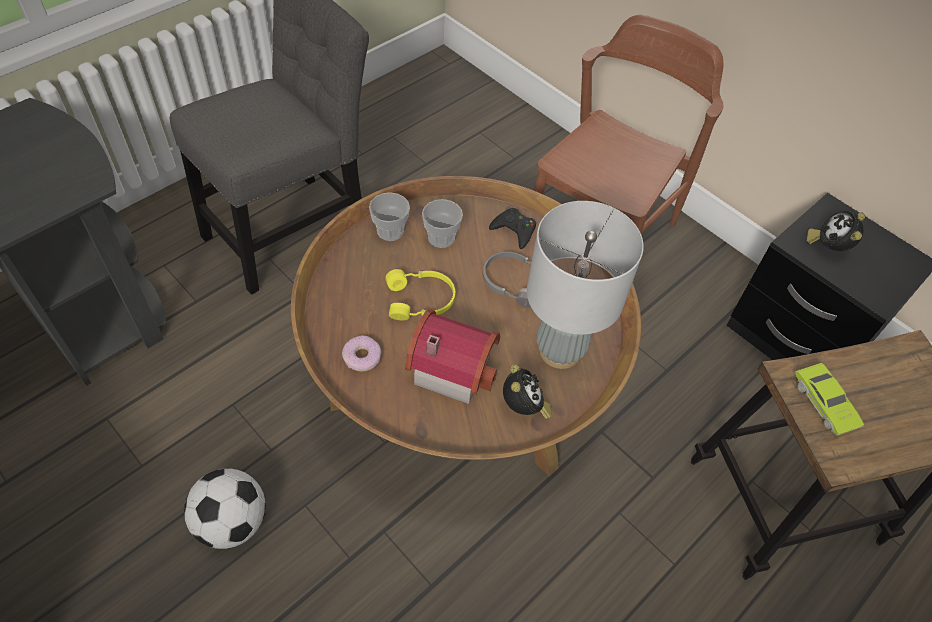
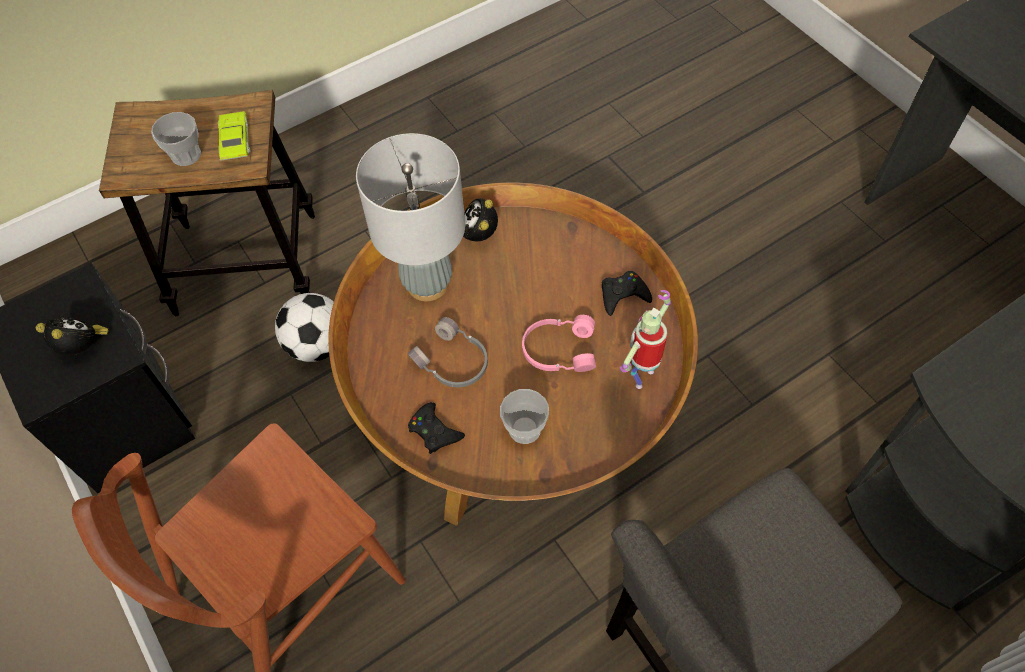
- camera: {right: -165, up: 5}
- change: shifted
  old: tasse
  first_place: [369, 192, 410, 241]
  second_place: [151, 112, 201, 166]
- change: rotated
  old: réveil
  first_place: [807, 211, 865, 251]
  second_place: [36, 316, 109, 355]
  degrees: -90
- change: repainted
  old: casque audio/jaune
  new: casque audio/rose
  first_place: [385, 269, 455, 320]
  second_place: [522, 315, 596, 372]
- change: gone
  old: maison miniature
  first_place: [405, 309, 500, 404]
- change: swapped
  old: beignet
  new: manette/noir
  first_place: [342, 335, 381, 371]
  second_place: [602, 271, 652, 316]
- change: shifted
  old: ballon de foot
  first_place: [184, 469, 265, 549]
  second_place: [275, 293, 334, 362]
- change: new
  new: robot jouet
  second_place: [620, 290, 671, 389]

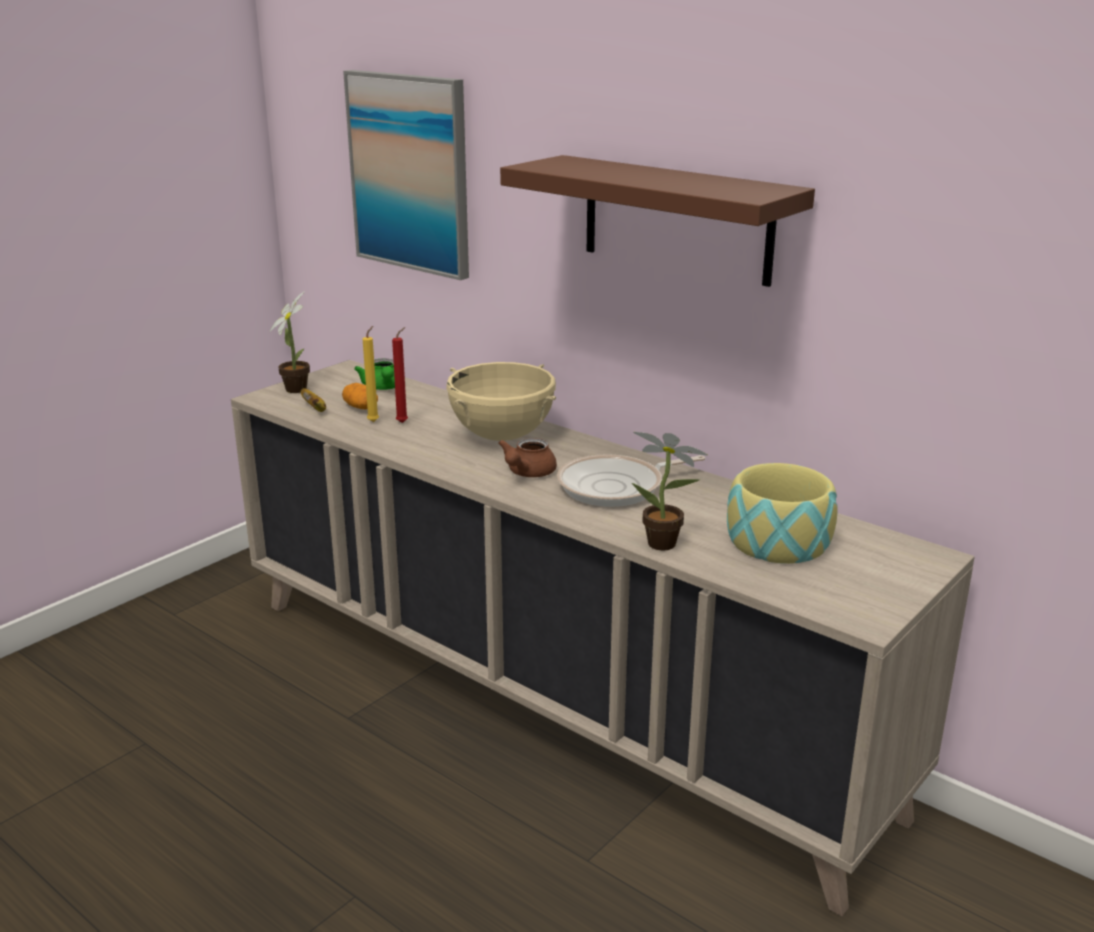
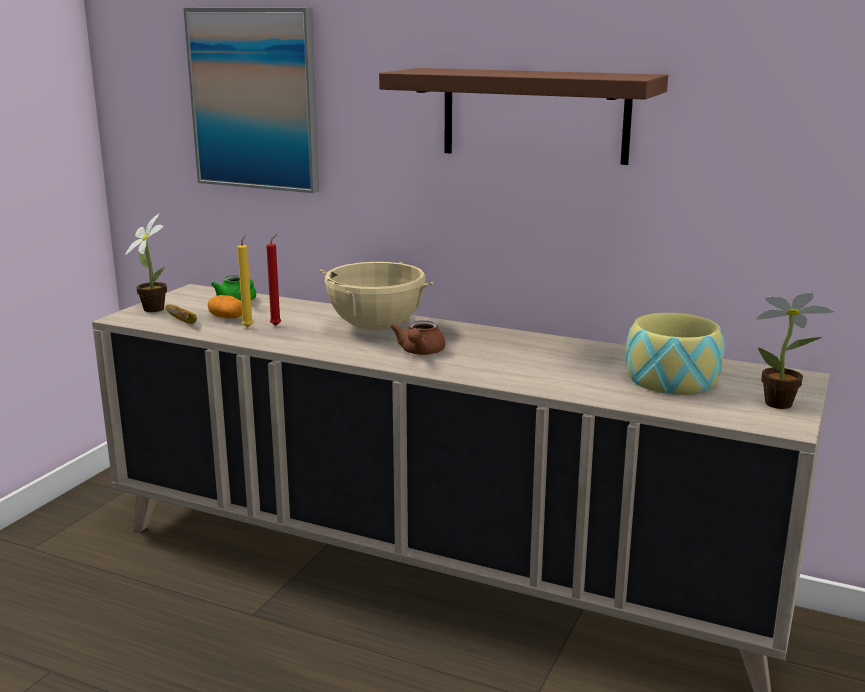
- camera: {right: -15, up: -5}
- change: shifted
  old: plante en pot
  first_place: [632, 432, 707, 551]
  second_place: [756, 293, 834, 409]
- change: gone
  old: poêle
  first_place: [557, 454, 705, 507]

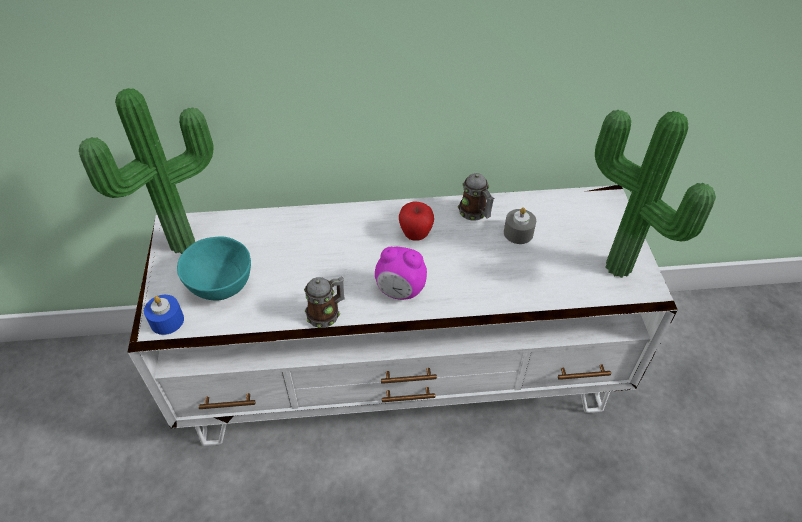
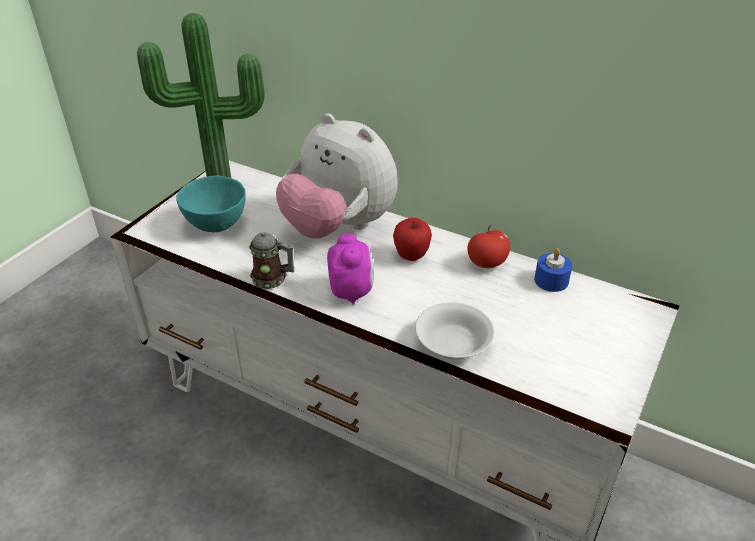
- camera: {right: 35, up: -10}
- change: gone
  old: plante en pot
  first_place: [595, 110, 716, 278]
- change: swapped
  old: mug
  new: pomme
  first_place: [458, 173, 494, 221]
  second_place: [467, 225, 510, 268]
- change: gone
  old: bougie/gris
  first_place: [504, 207, 536, 244]
- change: rotated
  old: réveil
  first_place: [375, 247, 427, 300]
  second_place: [327, 234, 374, 305]
  degrees: -150
- change: shifted
  old: bougie/bleu
  first_place: [144, 295, 184, 335]
  second_place: [534, 248, 572, 292]
- change: new
  new: peluche
  second_place: [276, 113, 398, 238]
- change: new
  new: bol/blanc
  second_place: [415, 302, 495, 359]

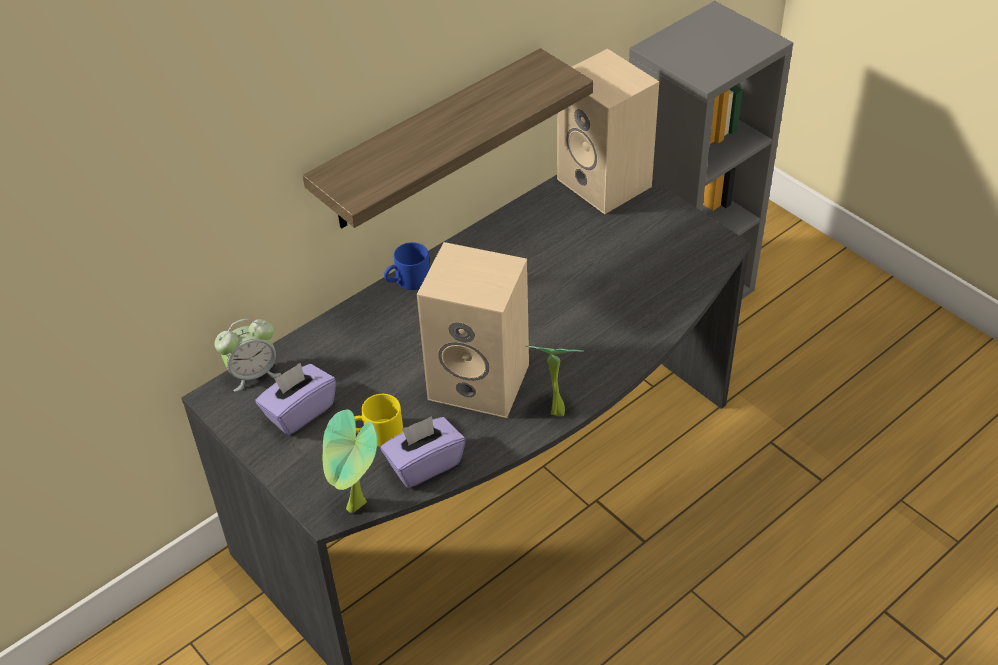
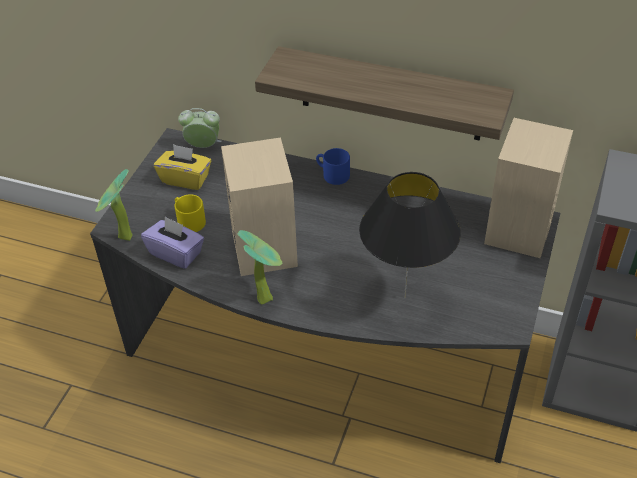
- camera: {right: 60, up: 0}
- change: rotated
  old: réveil
  first_place: [214, 319, 281, 392]
  second_place: [178, 108, 222, 148]
  degrees: 150
- change: repainted
  old: boîte à mouchoirs/violet
  new: boîte à mouchoirs/jaune
  first_place: [255, 363, 336, 435]
  second_place: [154, 144, 211, 190]
- change: new
  new: lampe de table/noir
  second_place: [359, 172, 461, 299]

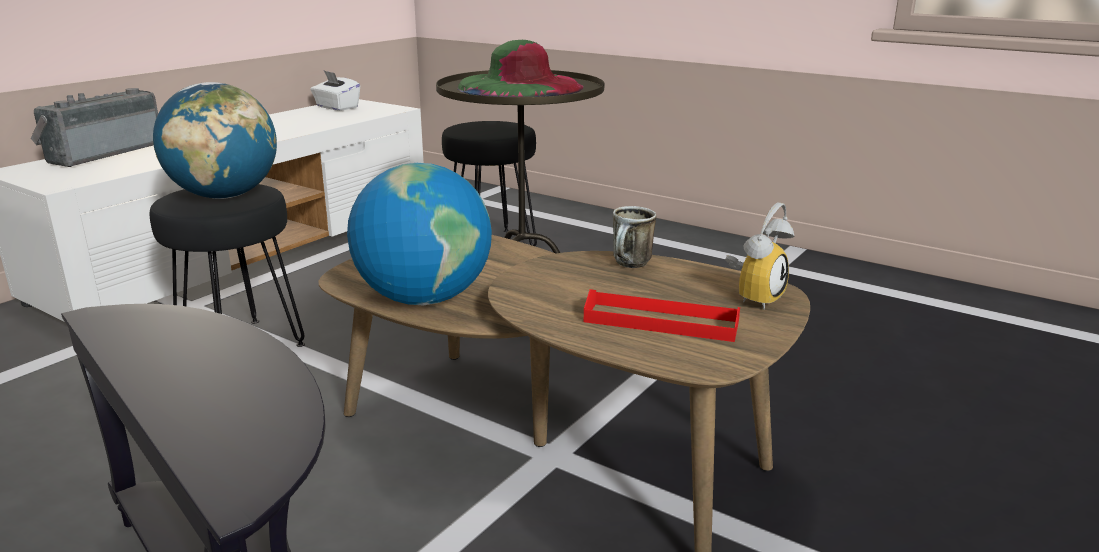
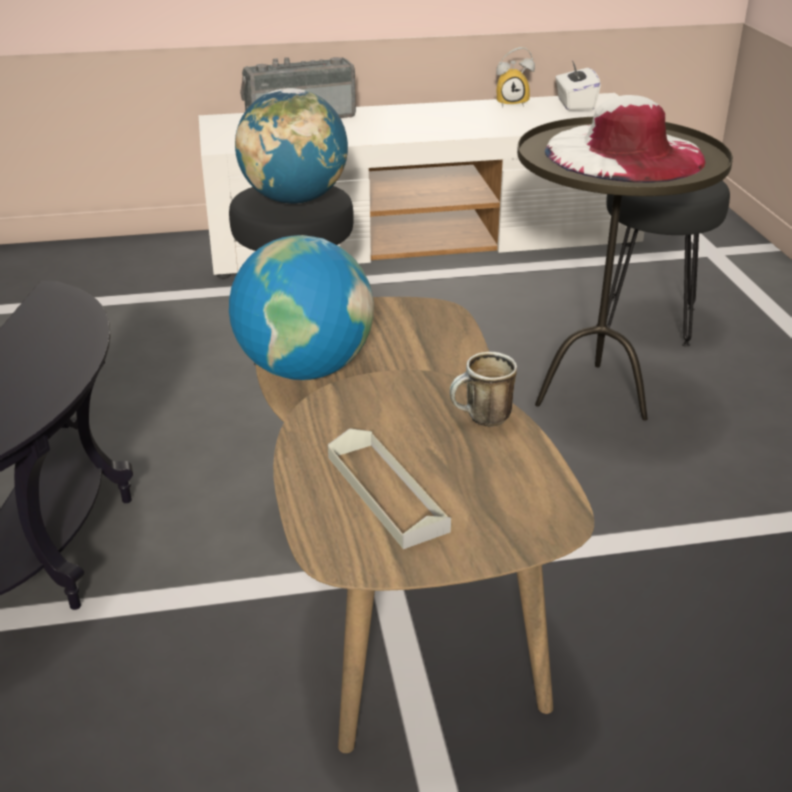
- camera: {right: 45, up: 10}
- change: repainted
  old: chapeau/vert
  new: chapeau/blanc
  first_place: [458, 40, 583, 97]
  second_place: [545, 95, 706, 183]
- change: shifted
  old: réveil
  first_place: [725, 203, 794, 310]
  second_place: [496, 47, 535, 108]
- change: repainted
  old: plateau/rouge
  new: plateau/gris
  first_place: [584, 289, 740, 342]
  second_place: [328, 428, 451, 549]

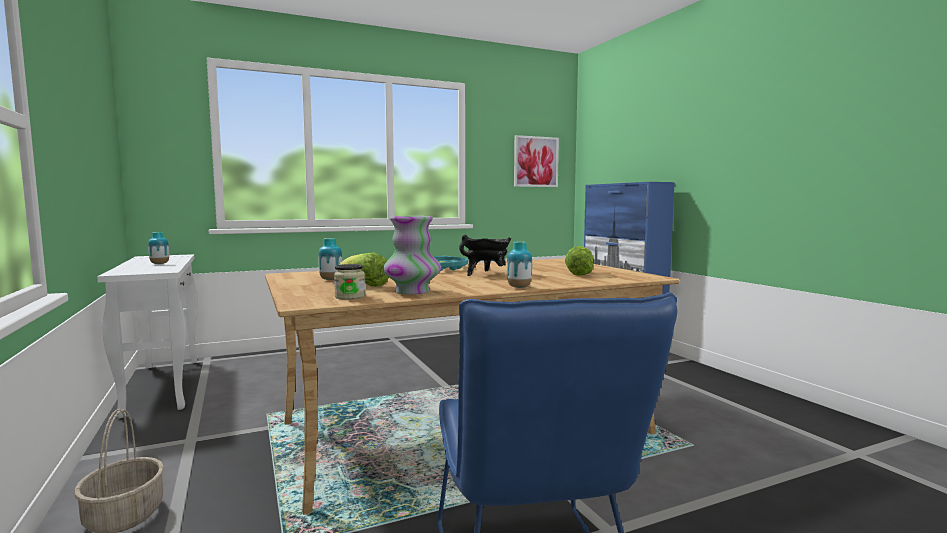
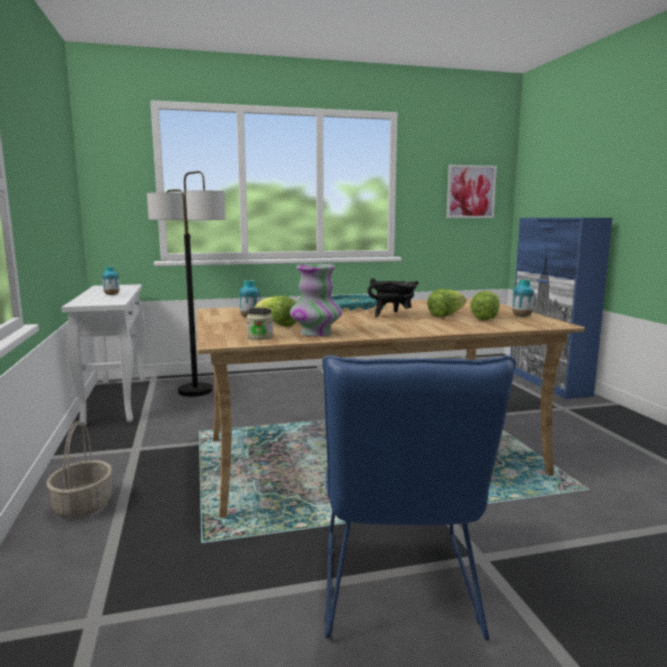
- camera: {right: 10, up: 5}
- change: shifted
  old: vase
  first_place: [507, 242, 532, 288]
  second_place: [512, 279, 534, 317]
- change: new
  new: lampadaire
  second_place: [147, 171, 225, 397]
- change: new
  new: laitue
  second_place: [427, 289, 466, 317]

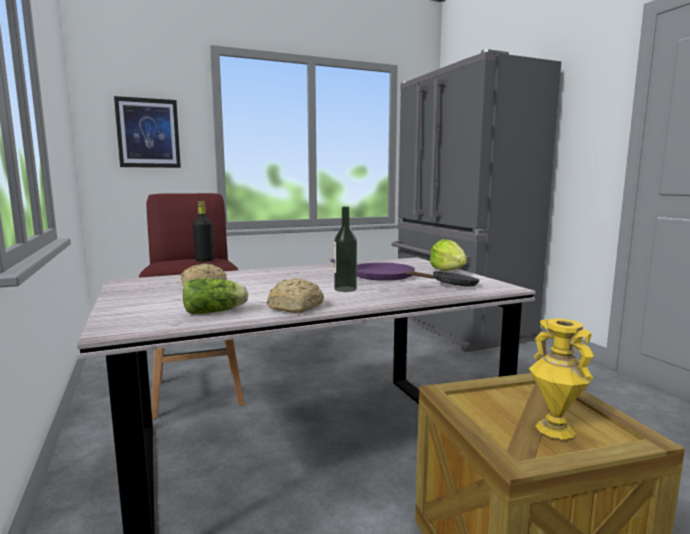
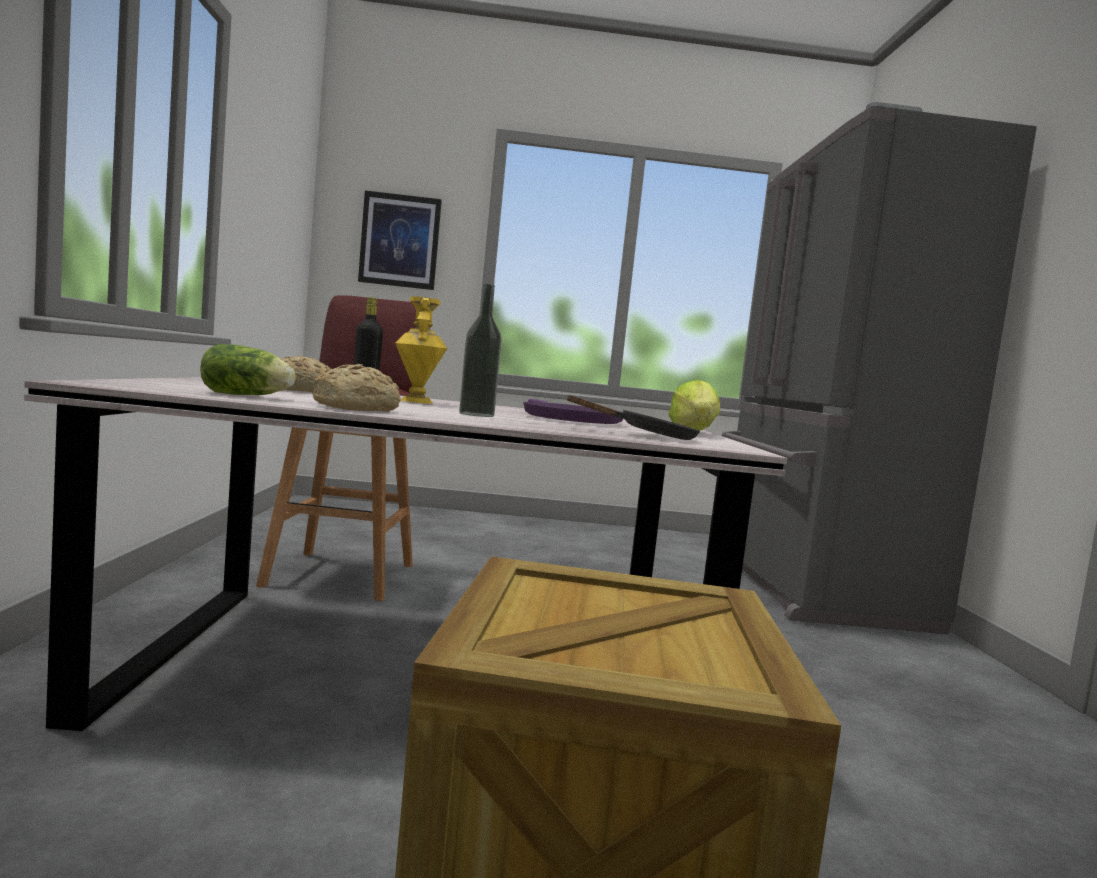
- camera: {right: 20, up: -5}
- change: shifted
  old: vase/jaune
  first_place: [529, 319, 594, 440]
  second_place: [395, 296, 447, 404]

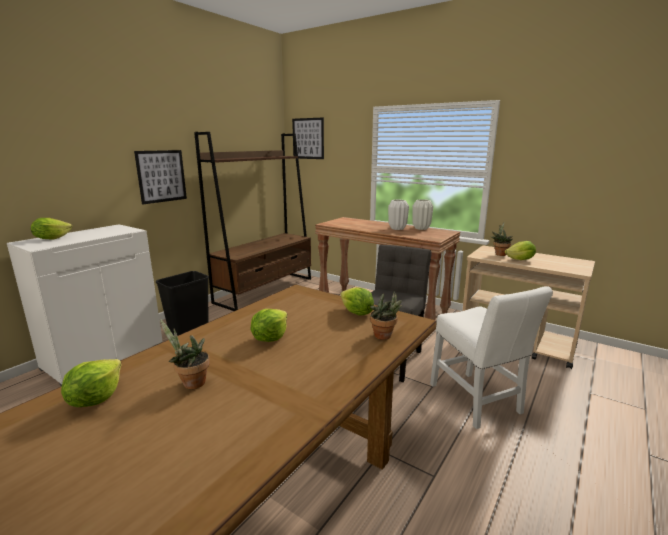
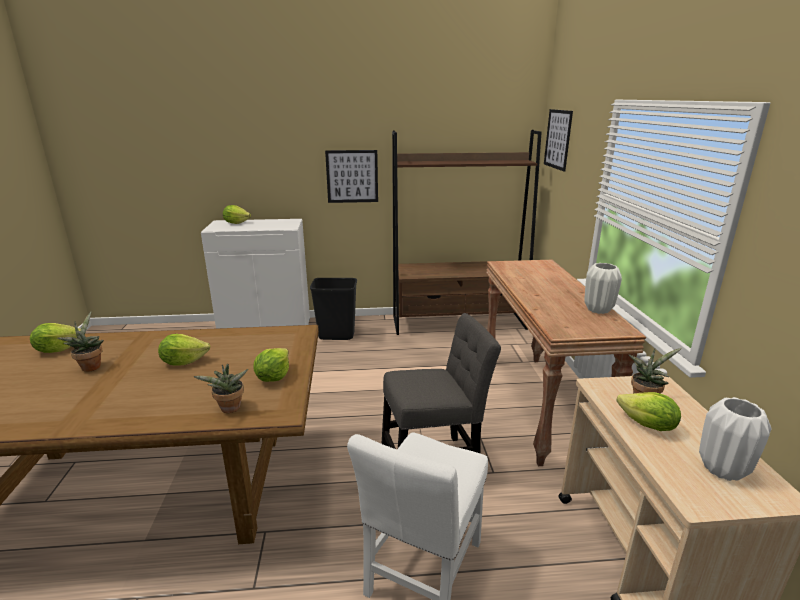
- camera: {right: 50, up: 5}
- change: shifted
  old: vase/blanc
  first_place: [388, 200, 409, 230]
  second_place: [699, 397, 772, 481]

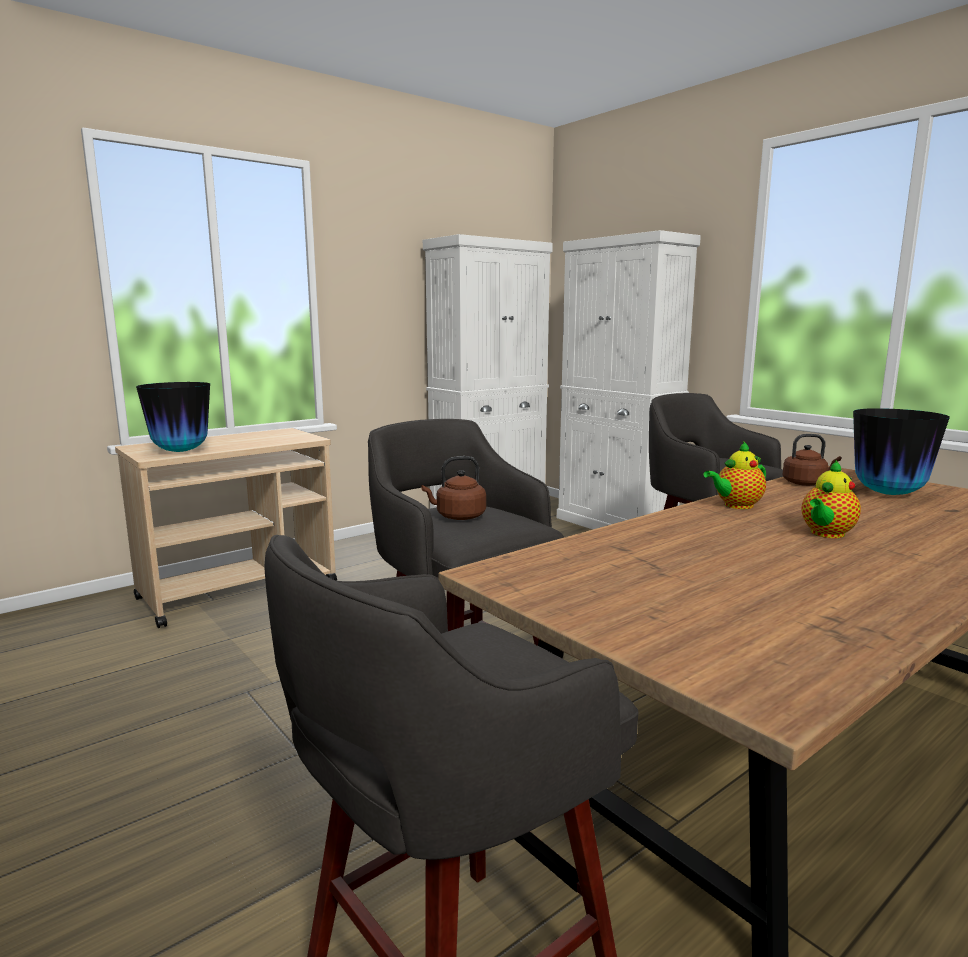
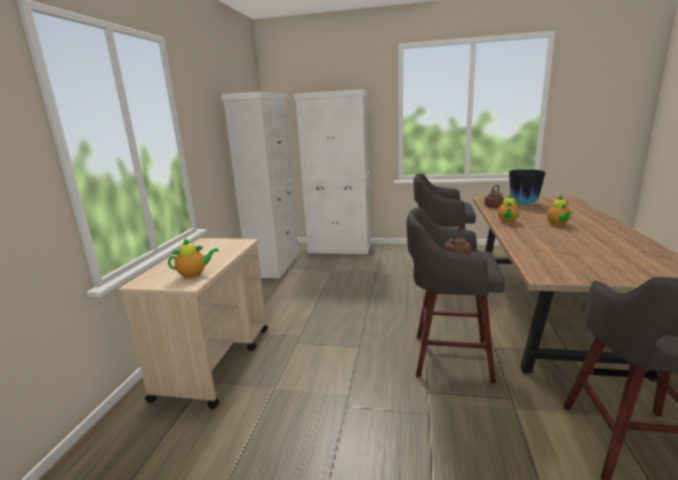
- camera: {right: -40, up: 5}
- change: swapped
  old: vase
  new: théière
  first_place: [136, 382, 210, 452]
  second_place: [168, 238, 219, 279]

